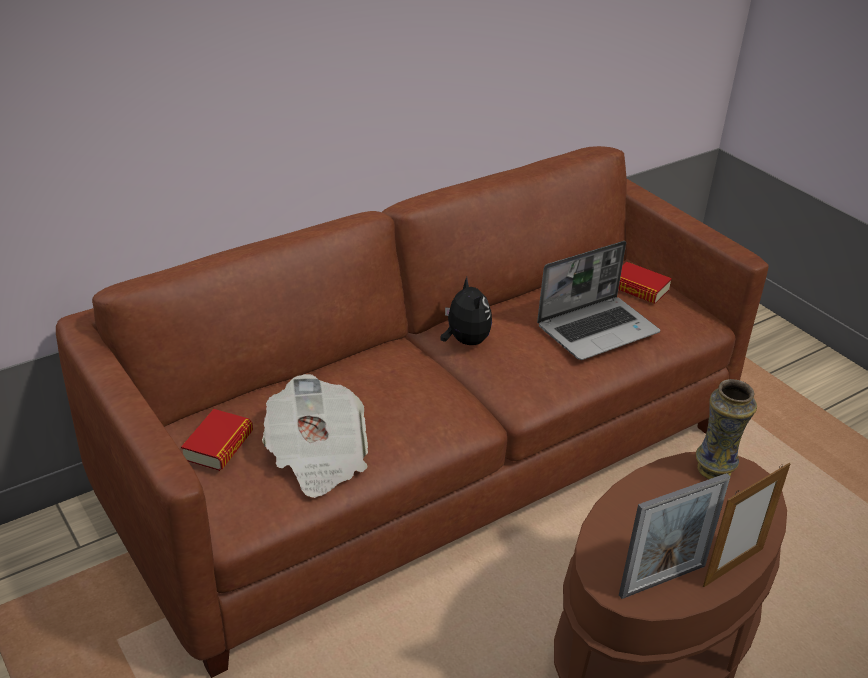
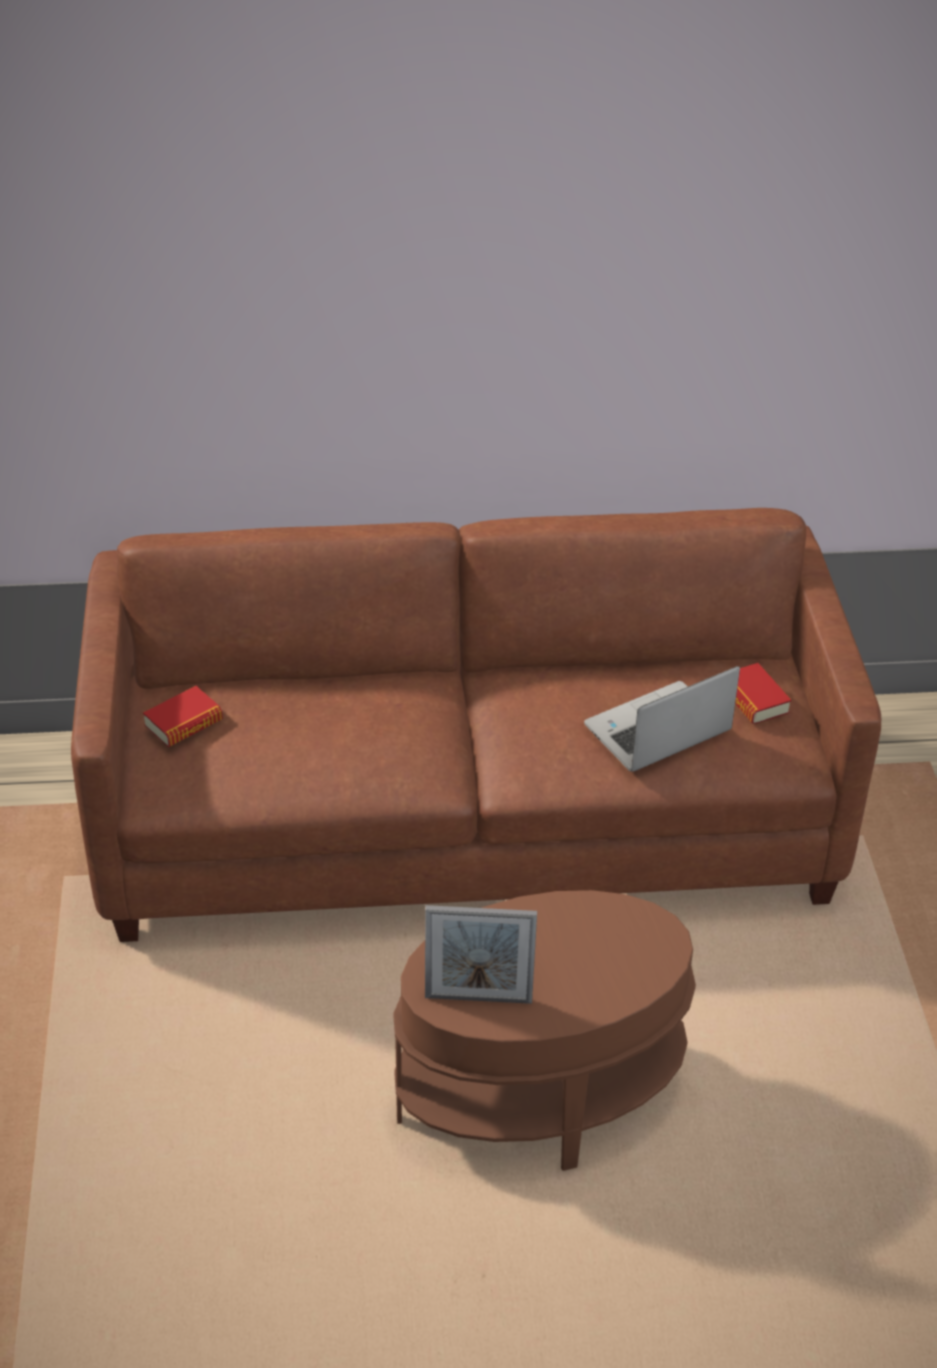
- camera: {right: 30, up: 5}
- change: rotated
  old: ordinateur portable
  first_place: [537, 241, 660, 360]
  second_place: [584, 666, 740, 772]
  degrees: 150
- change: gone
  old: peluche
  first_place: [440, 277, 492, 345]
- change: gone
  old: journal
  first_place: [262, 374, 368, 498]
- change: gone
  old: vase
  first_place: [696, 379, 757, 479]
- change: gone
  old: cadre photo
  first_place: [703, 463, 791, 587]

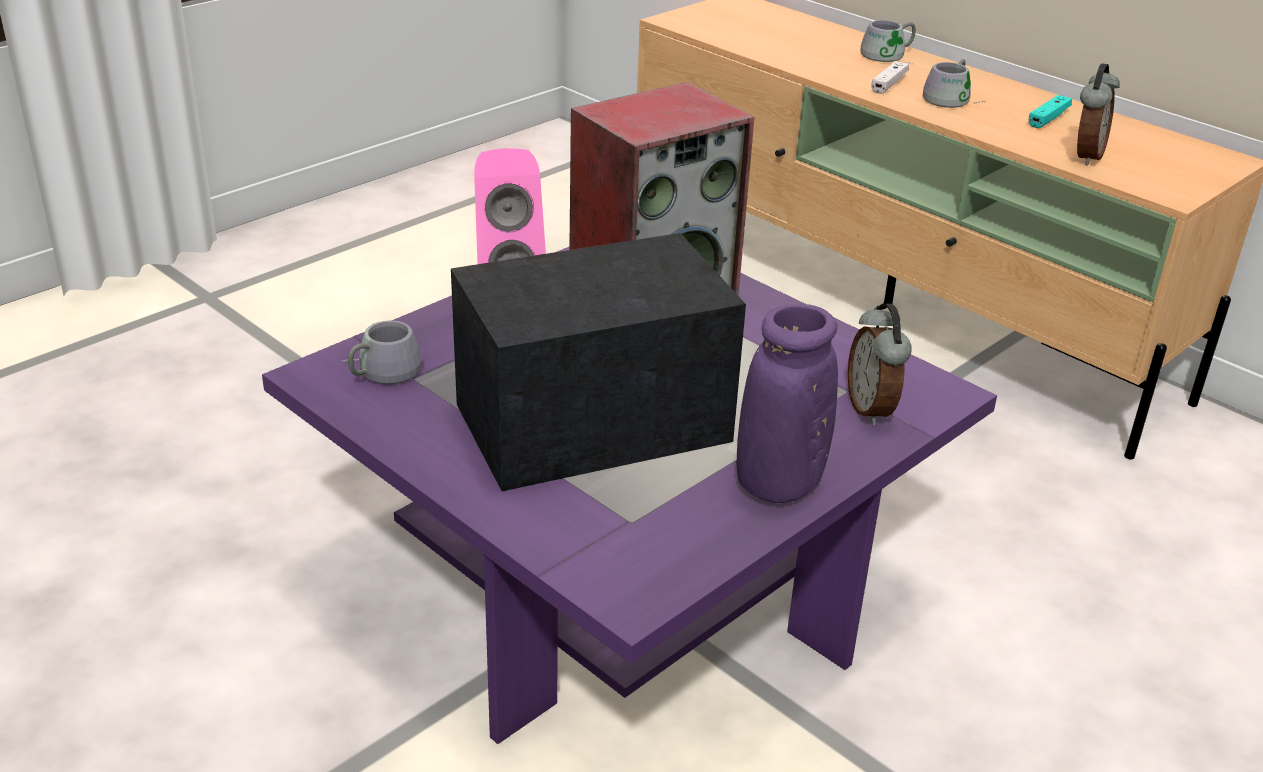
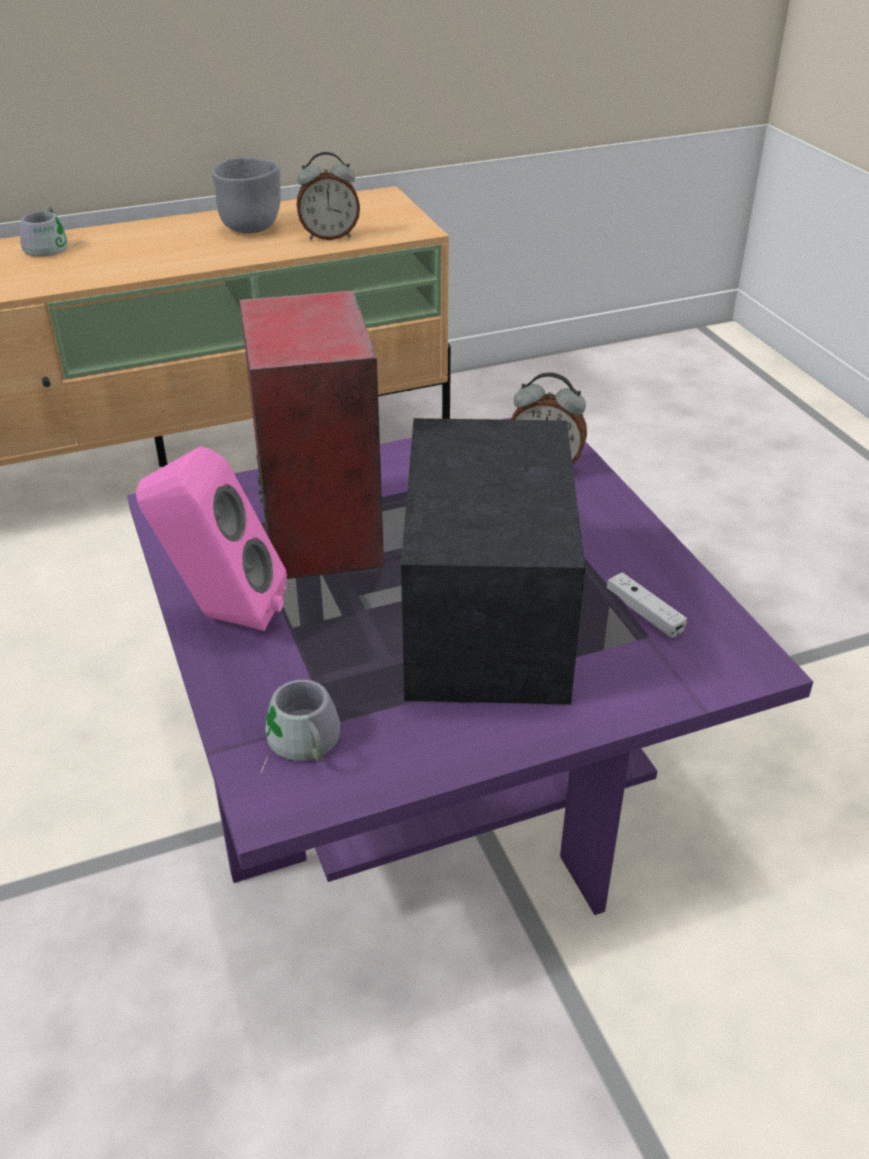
- camera: {right: -65, up: 5}
- change: gone
  old: mug/gris
  first_place: [923, 59, 986, 108]
- change: shifted
  old: manette/blanc
  first_place: [871, 61, 909, 94]
  second_place: [607, 572, 687, 638]
- change: rotated
  old: réveil
  first_place: [1077, 64, 1120, 166]
  second_place: [297, 152, 360, 240]
  degrees: 120
- change: swapped
  old: manette/turquoise
  new: bol/gris
  first_place: [1028, 95, 1072, 128]
  second_place: [212, 158, 281, 234]
- change: gone
  old: vase/violet
  first_place: [737, 304, 838, 503]

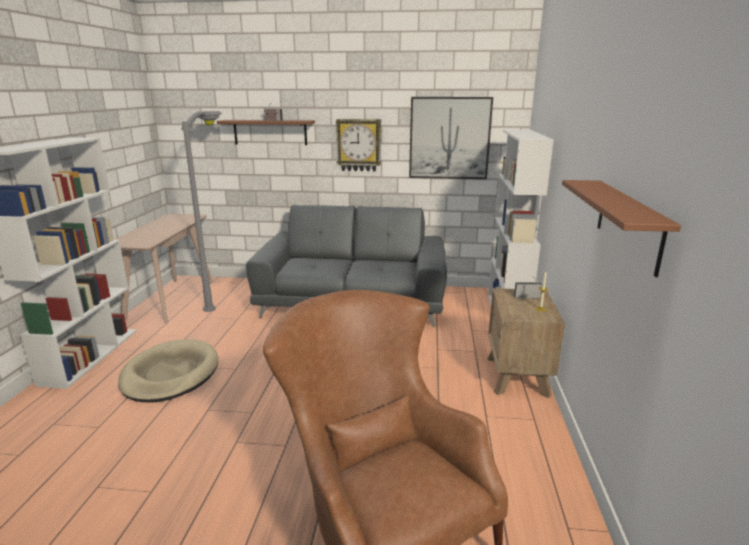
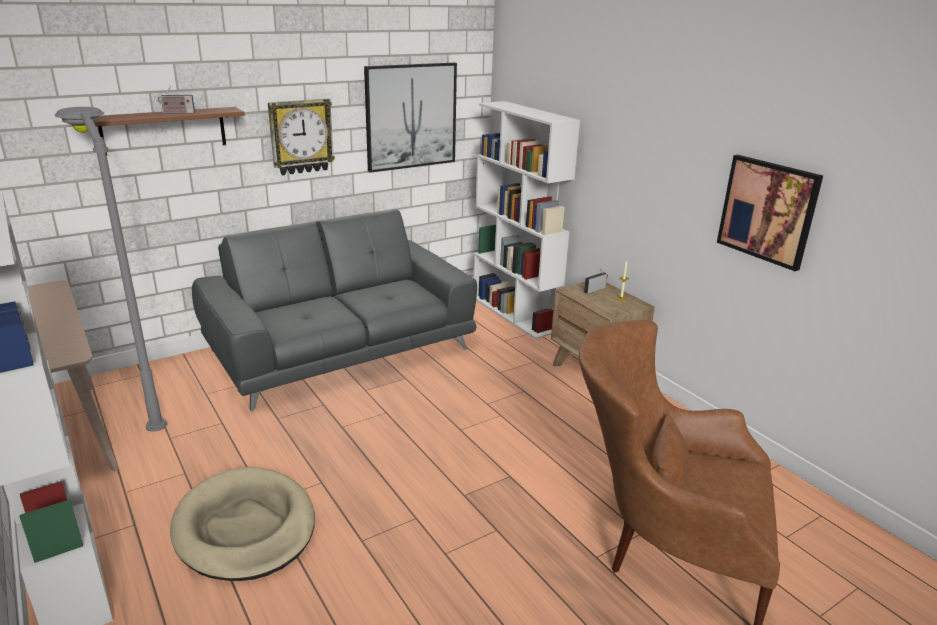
- camera: {right: -40, up: 5}
- change: swapped
  old: étagère/marron
  new: tableau
  first_place: [562, 180, 681, 277]
  second_place: [717, 155, 823, 271]

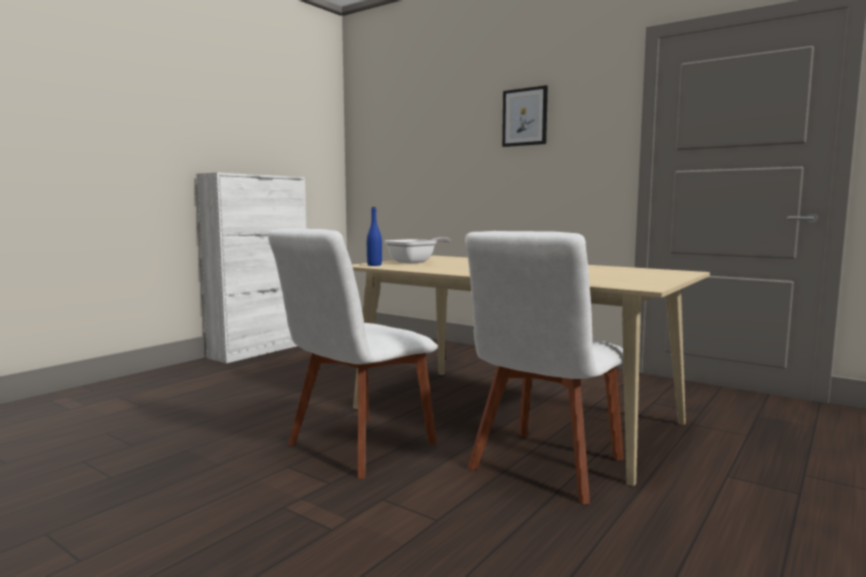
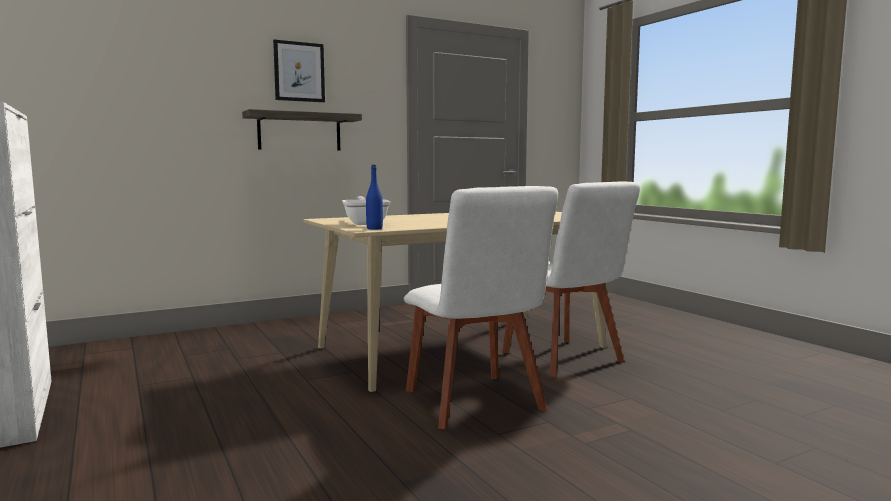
- camera: {right: -65, up: 0}
- change: new
  new: étagère
  second_place: [242, 109, 362, 150]

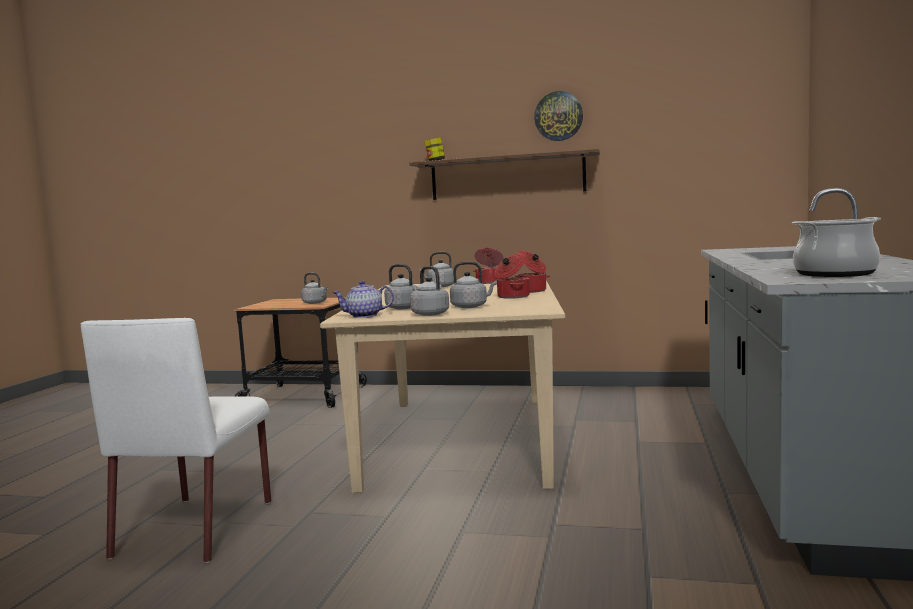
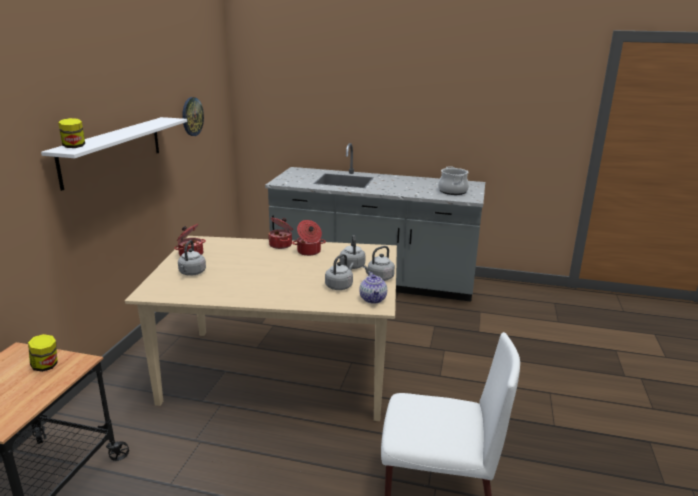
- camera: {right: -90, up: 15}
- change: shifted
  old: horloge murale
  first_place: [534, 91, 583, 141]
  second_place: [182, 97, 204, 136]
- change: repainted
  old: étagère/marron
  new: étagère/blanc
  first_place: [410, 149, 600, 200]
  second_place: [41, 117, 187, 191]
- change: swapped
  old: bouilloire/gris
  new: bocal
  first_place: [301, 273, 328, 304]
  second_place: [28, 334, 58, 372]

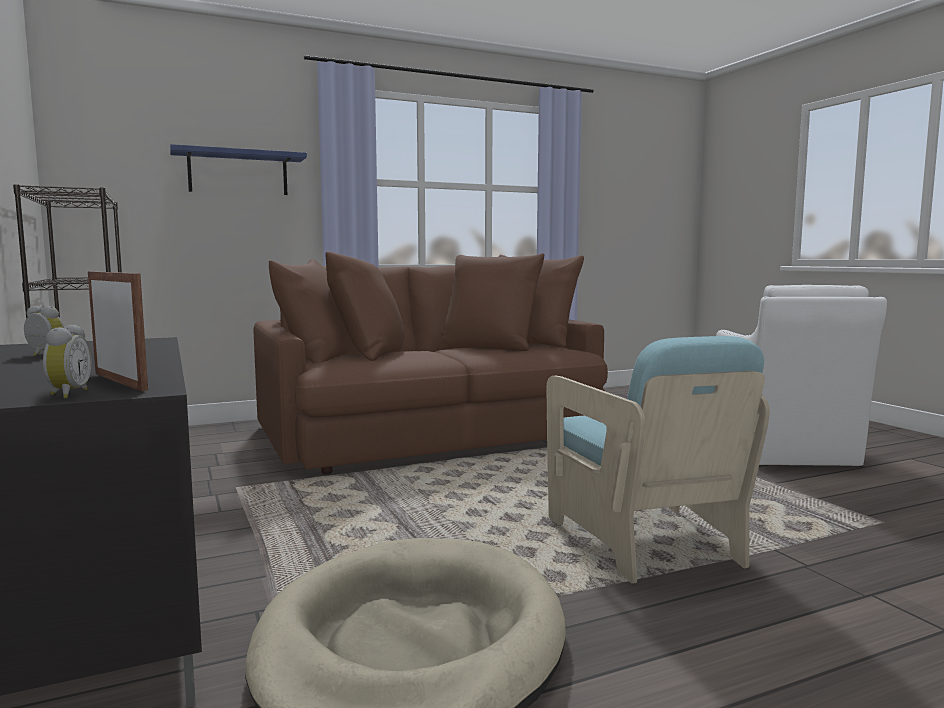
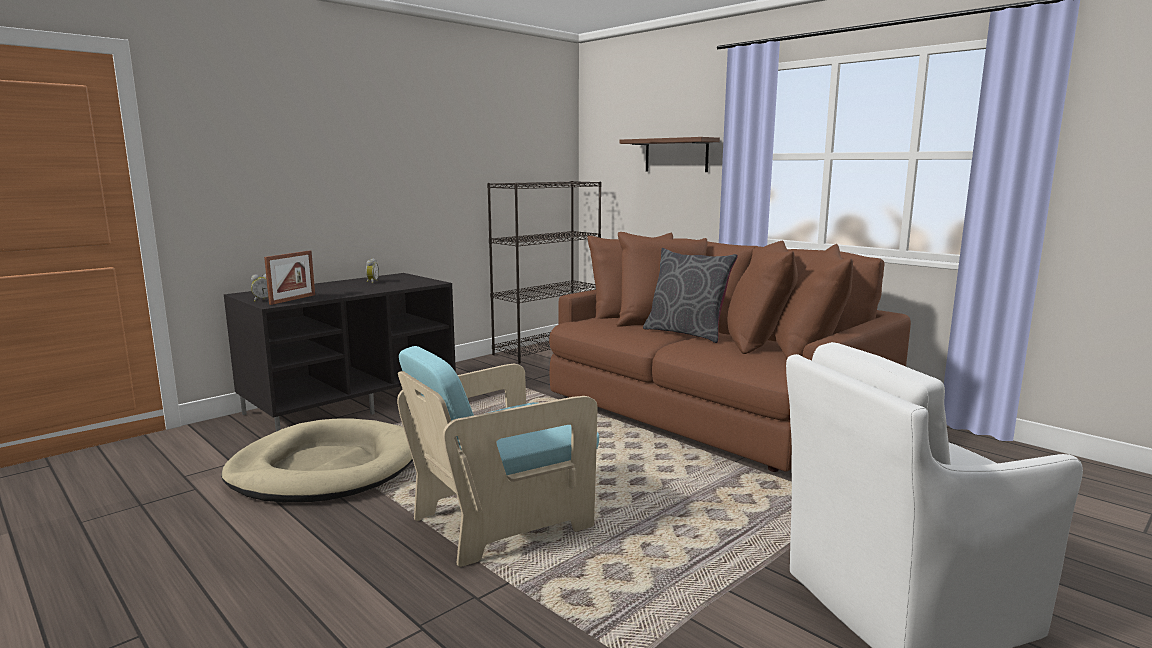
- camera: {right: 70, up: 5}
- change: repainted
  old: étagère/bleu
  new: étagère/marron
  first_place: [170, 144, 307, 195]
  second_place: [620, 137, 720, 172]
- change: new
  new: coussin/gris
  second_place: [643, 248, 738, 343]

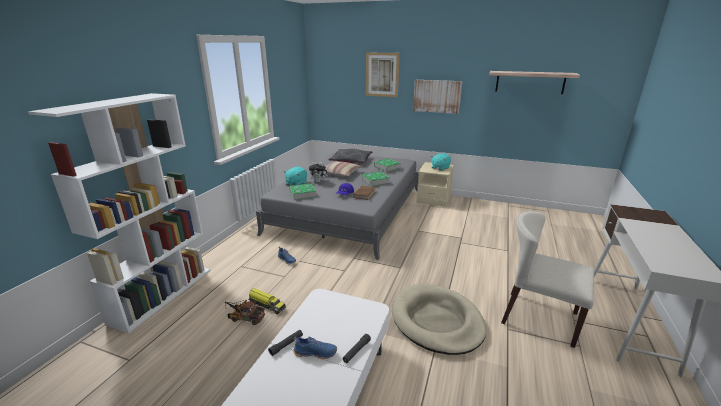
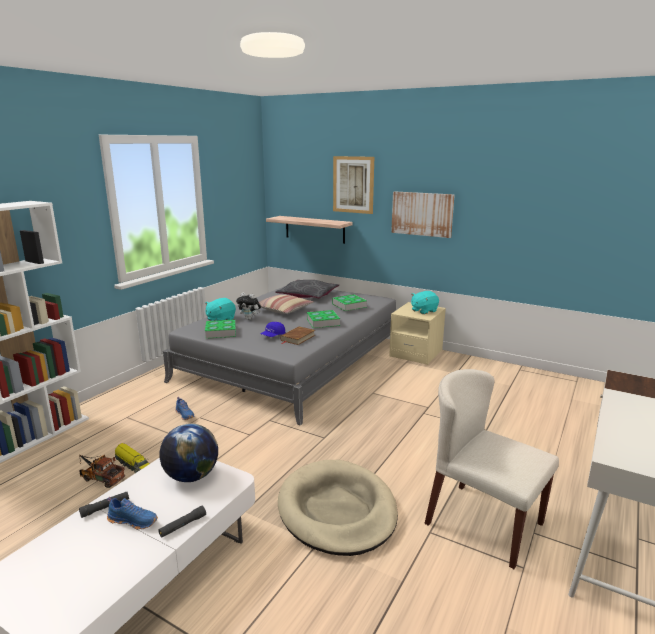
- camera: {right: 10, up: -5}
- change: shifted
  old: étagère
  first_place: [489, 71, 580, 94]
  second_place: [266, 216, 353, 244]
- change: new
  new: globe
  second_place: [159, 423, 218, 482]

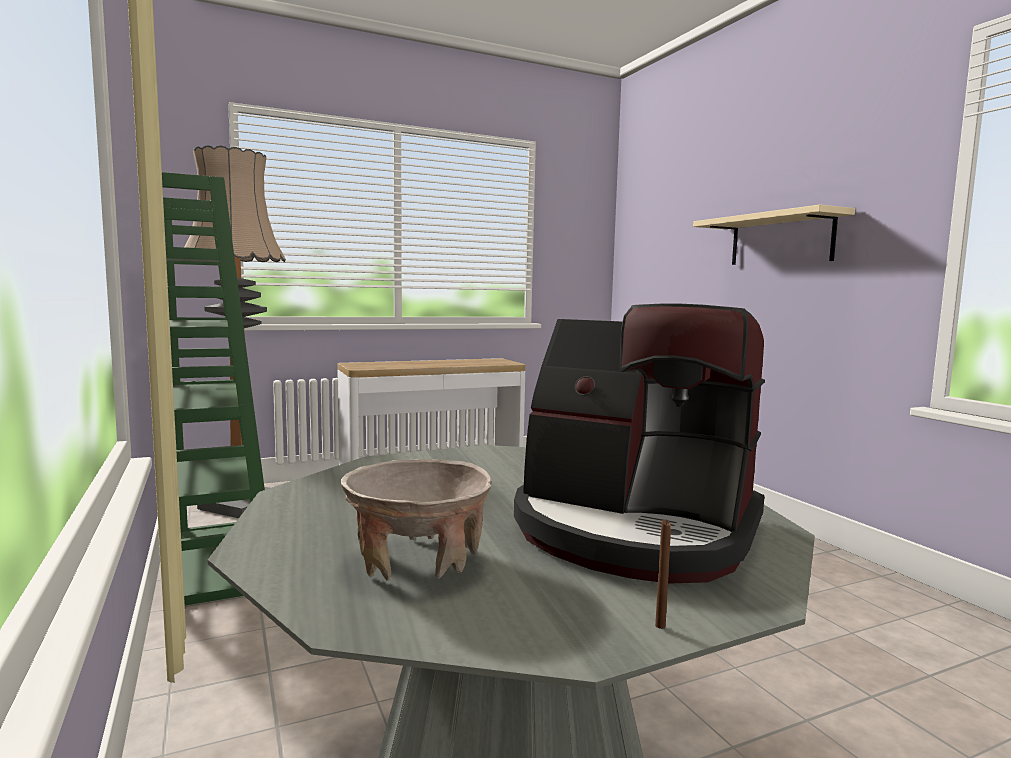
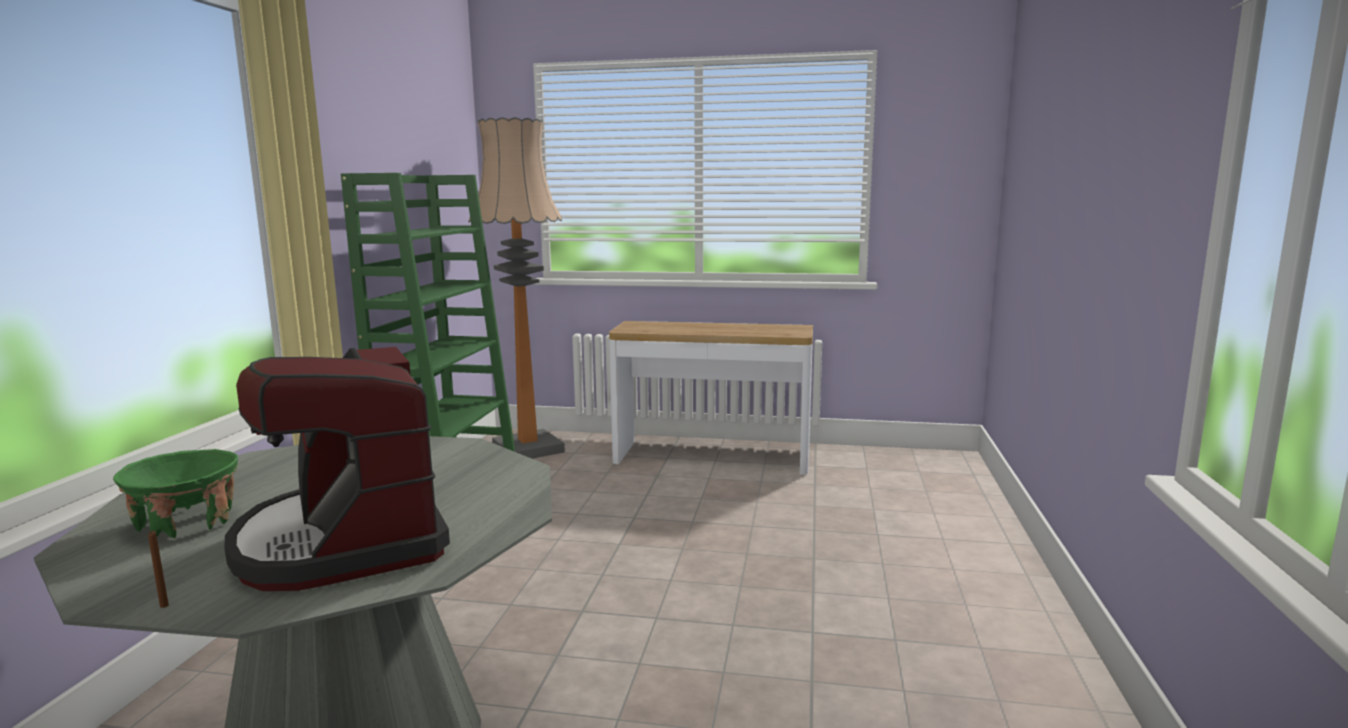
- camera: {right: 35, up: 5}
- change: gone
  old: étagère/beige
  first_place: [693, 204, 855, 265]
- change: repainted
  old: bol/beige
  new: bol/vert
  first_place: [341, 459, 492, 581]
  second_place: [113, 449, 238, 538]

